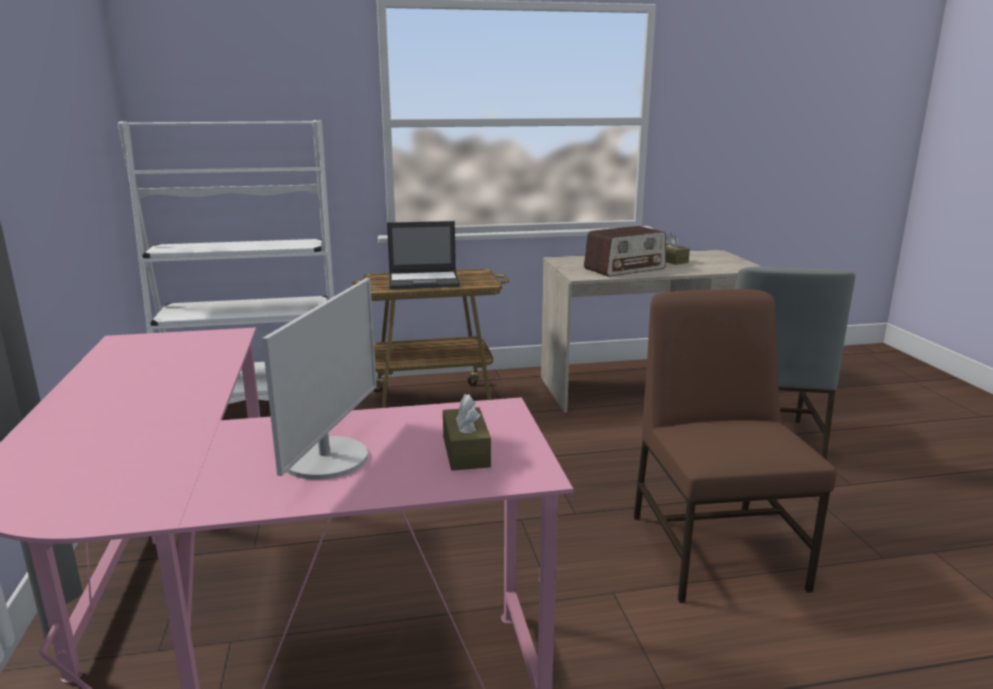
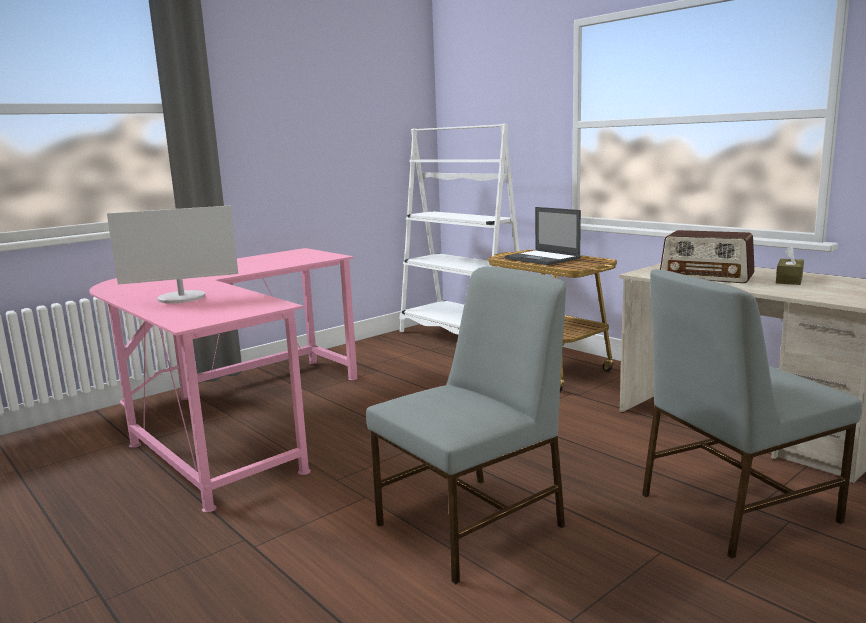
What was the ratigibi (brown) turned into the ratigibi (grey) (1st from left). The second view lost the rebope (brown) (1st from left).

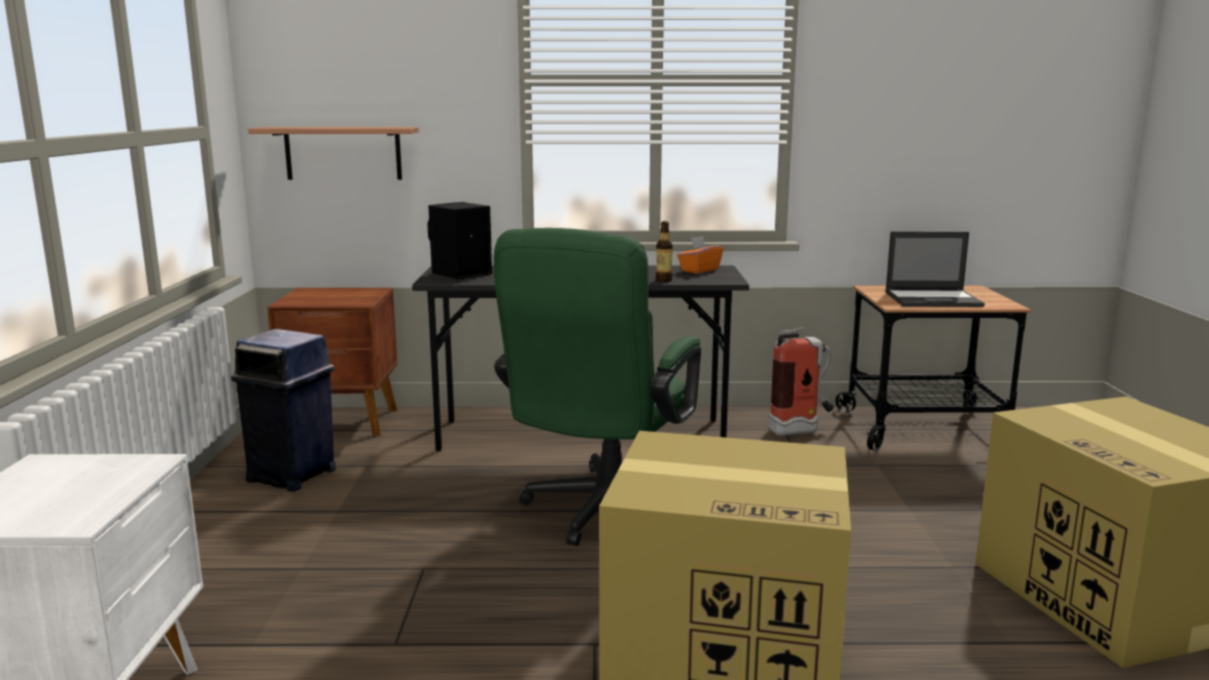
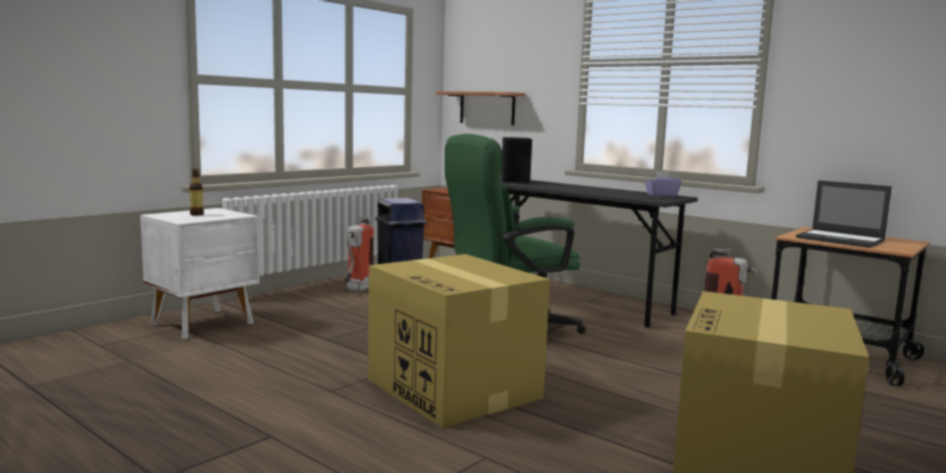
The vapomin ended up elsewhere. The second view gained the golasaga (1st from left). What was the rebope (orange) turned into the rebope (purple).

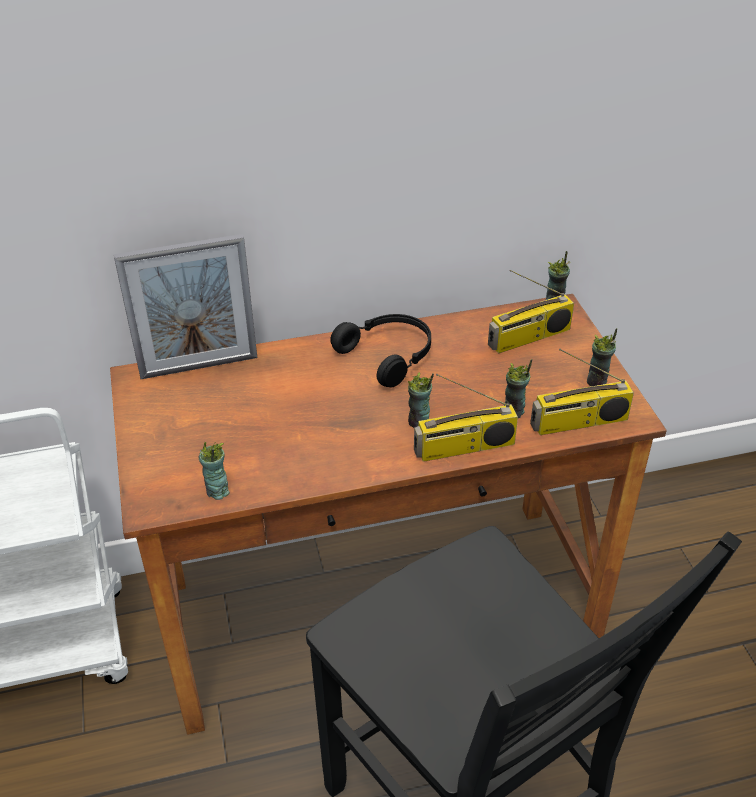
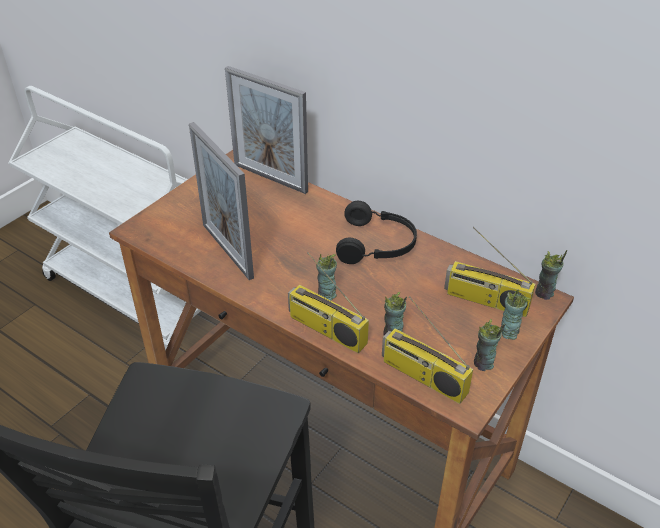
The second view gained the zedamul (1st from left). The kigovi (1st from left in the first image) ended up elsewhere.

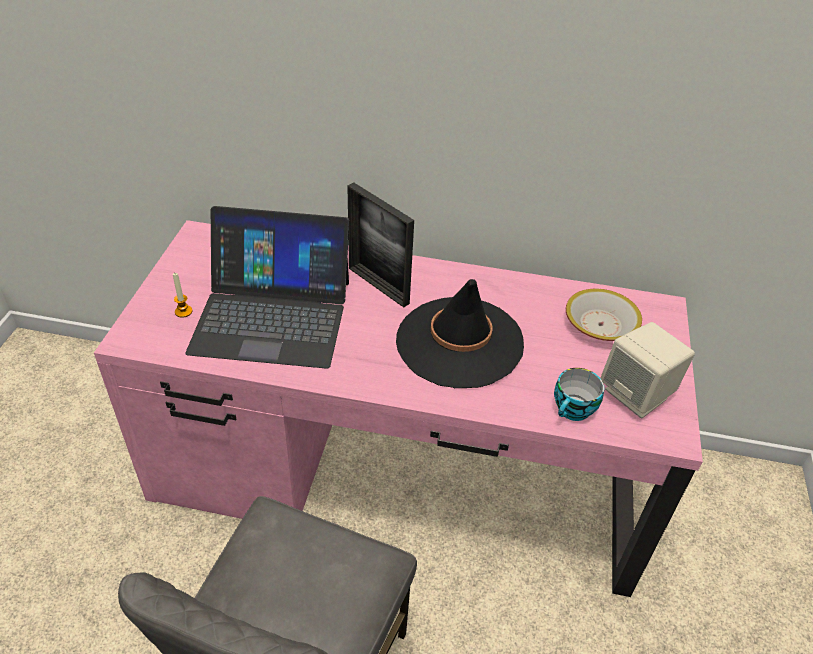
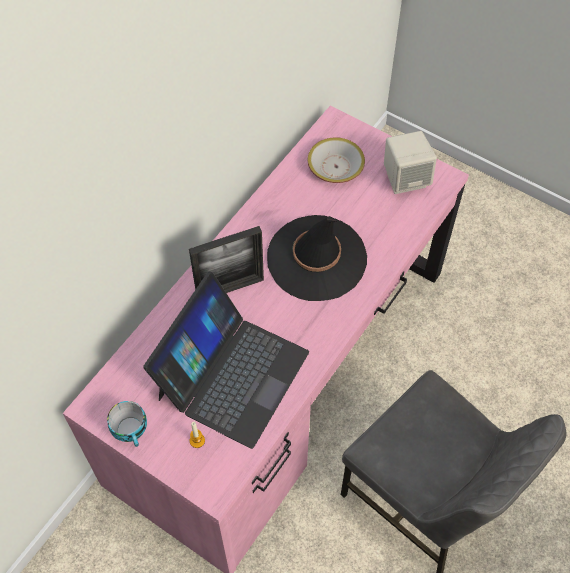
The kigovi ended up elsewhere.

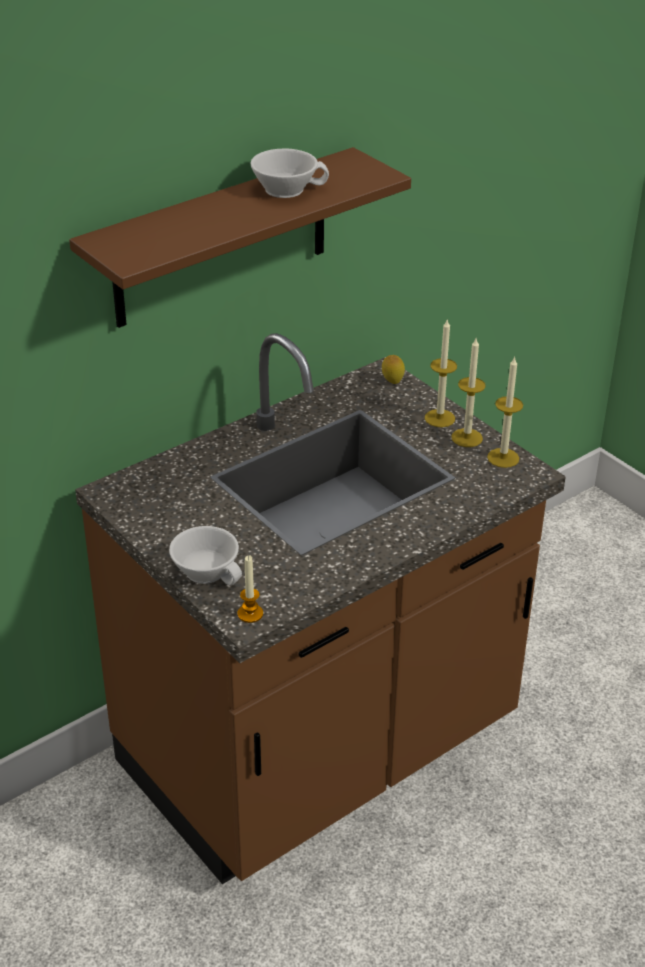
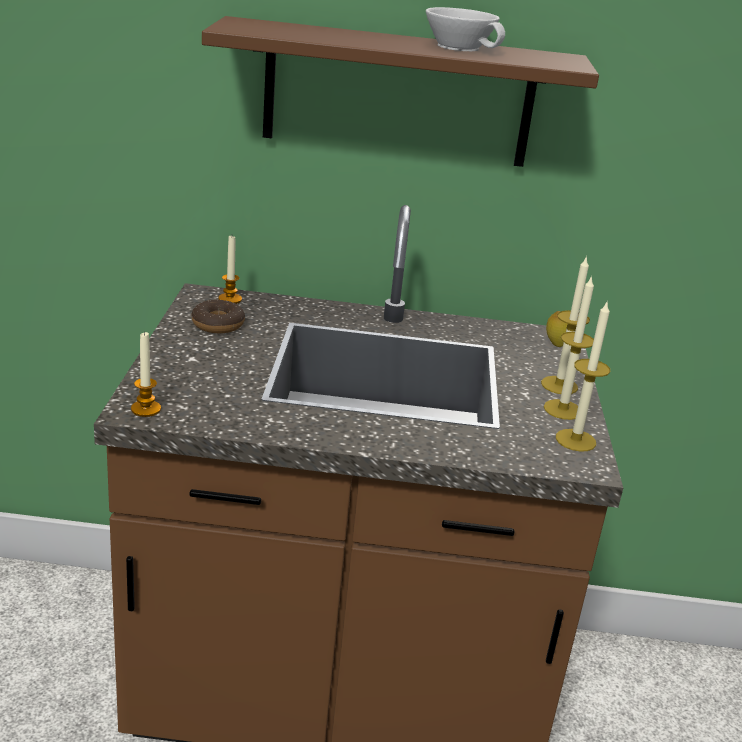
The second view gained the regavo. The second view gained the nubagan (2nd from left). The second view lost the kigovi (white) (1st from left).

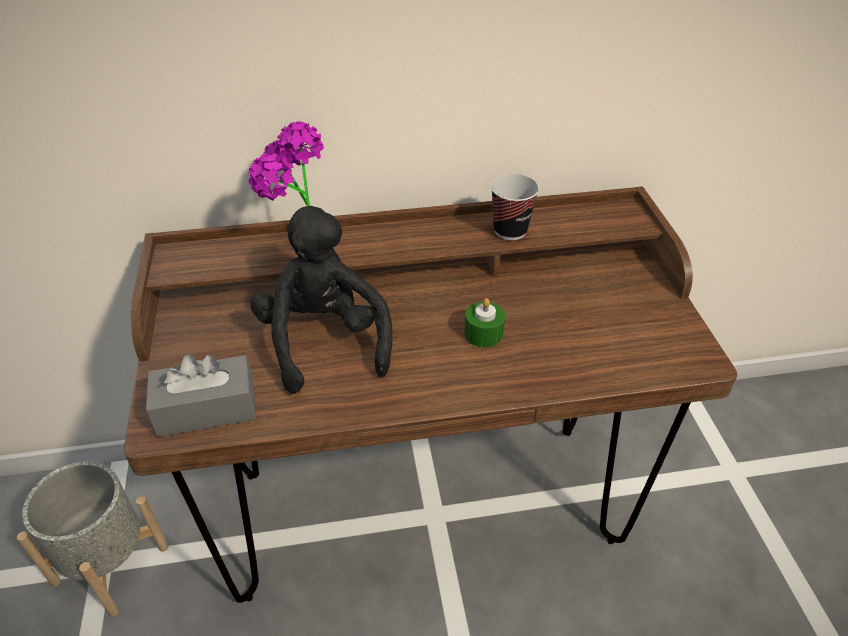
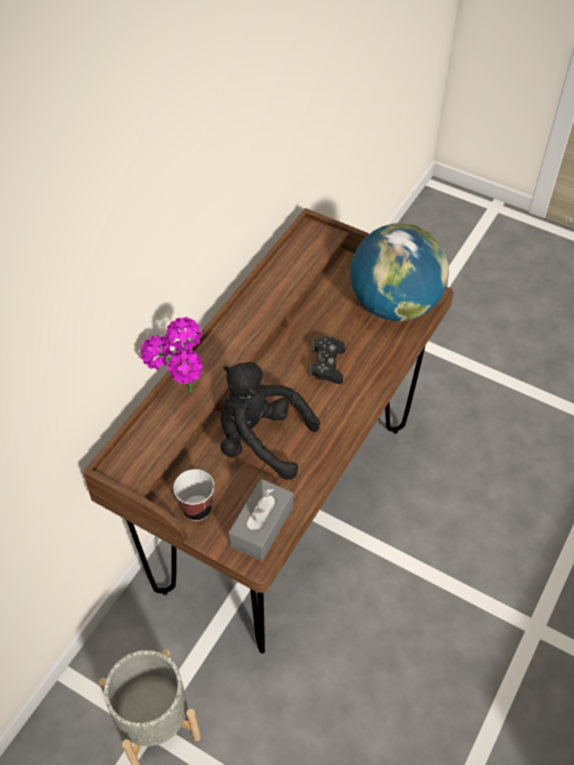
The kigovi ended up elsewhere. Where the nubagan (green) stood, the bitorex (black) came to stand. The second view gained the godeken.

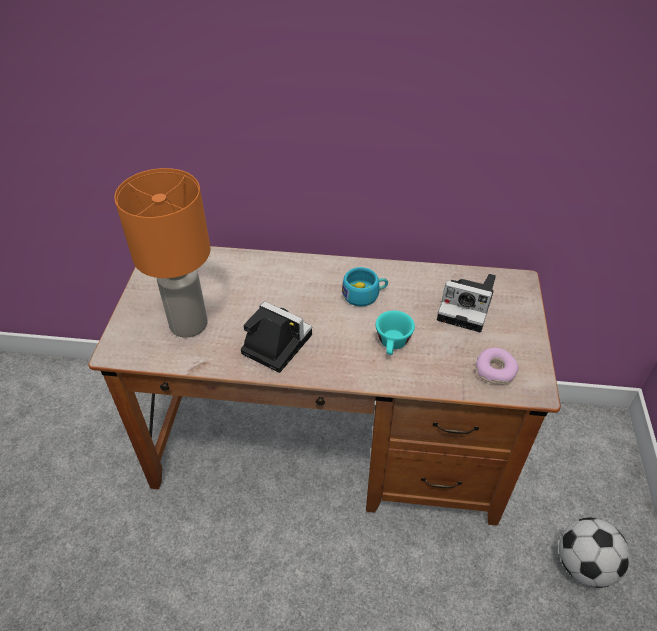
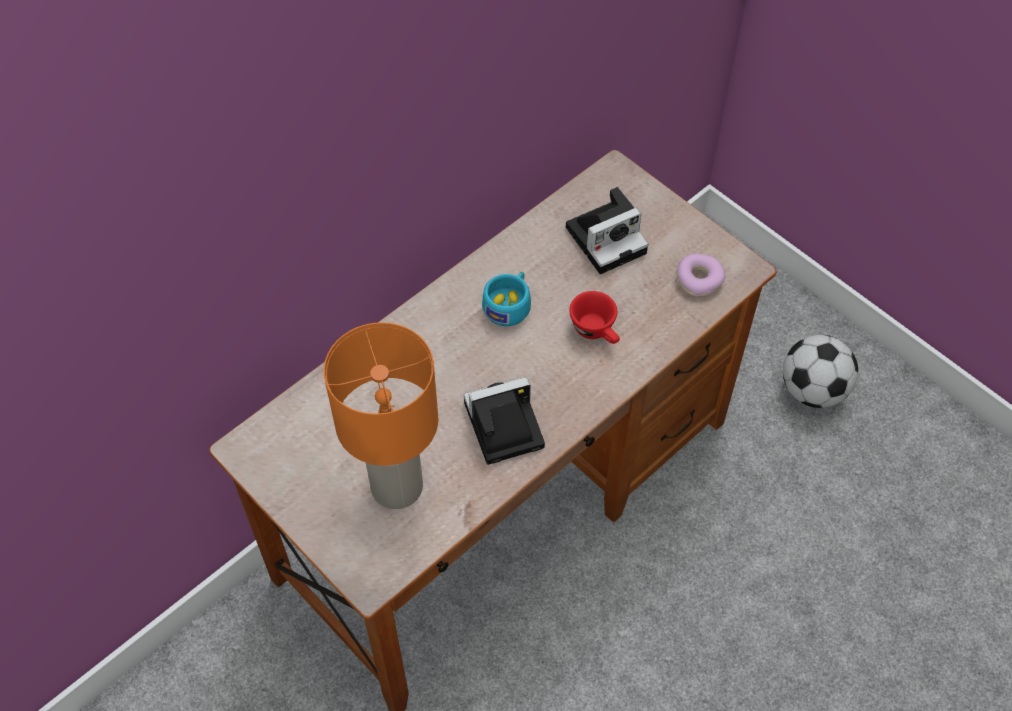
What was the kigovi (turquoise) (2nd from left) turned into the kigovi (red).

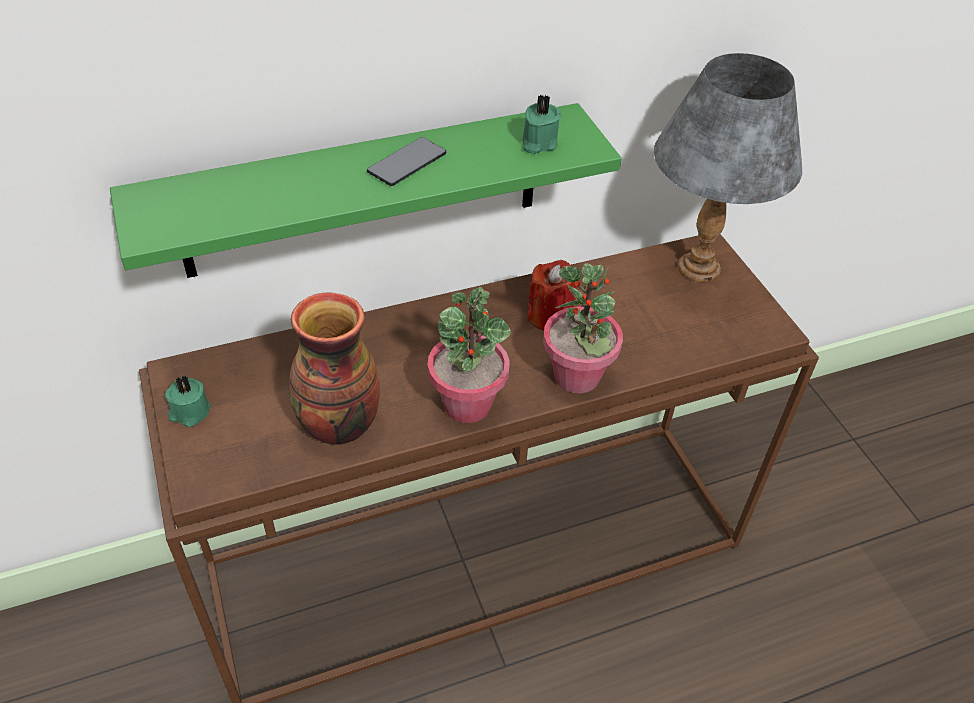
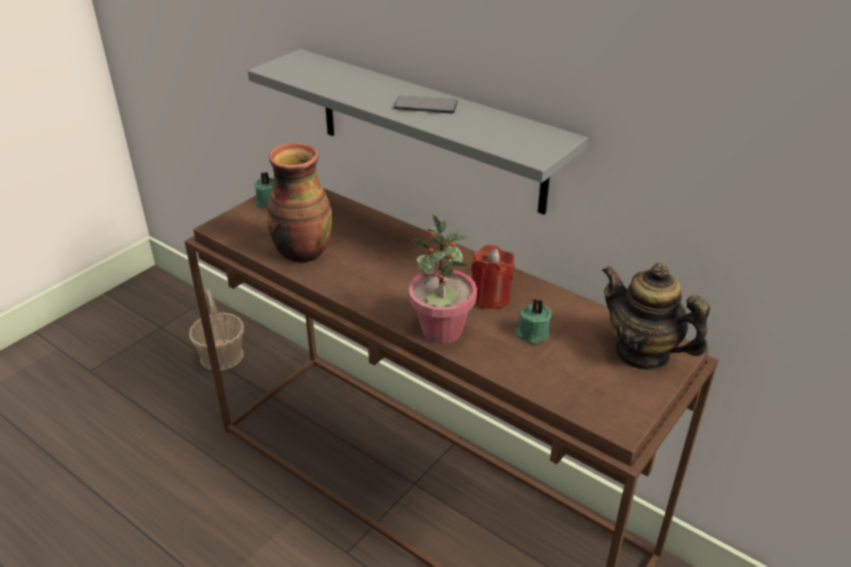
The second view gained the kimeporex. What was the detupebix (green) turned into the detupebix (grey). The nubagan (green) (2nd from left) ended up elsewhere. Where the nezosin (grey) stood, the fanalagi came to stand. The second view lost the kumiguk (1st from left).

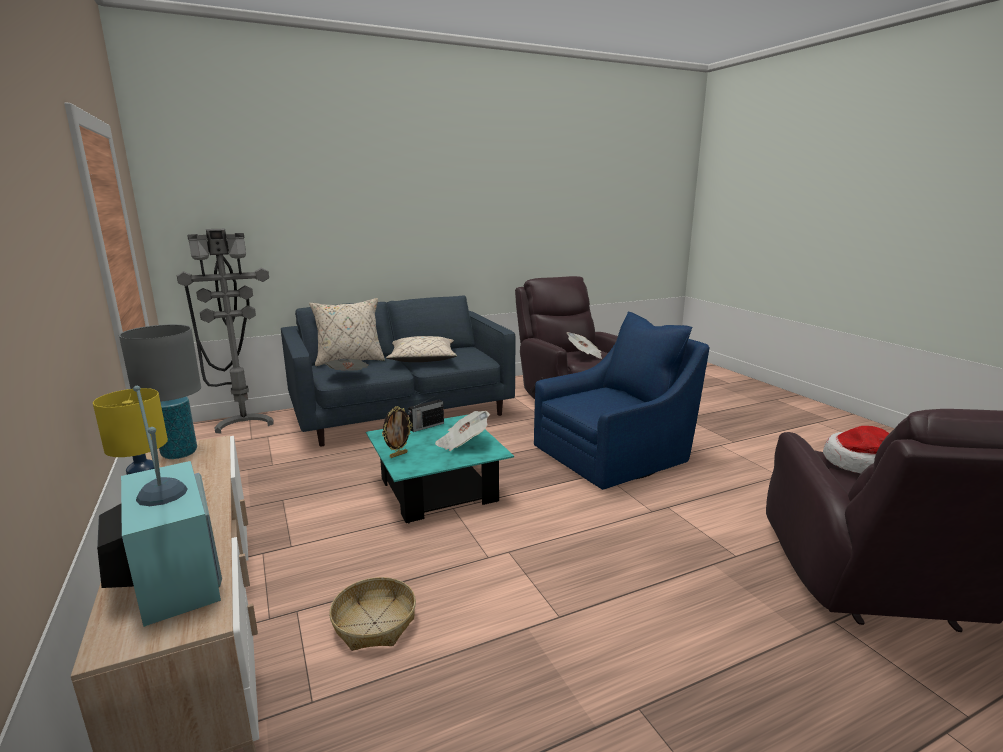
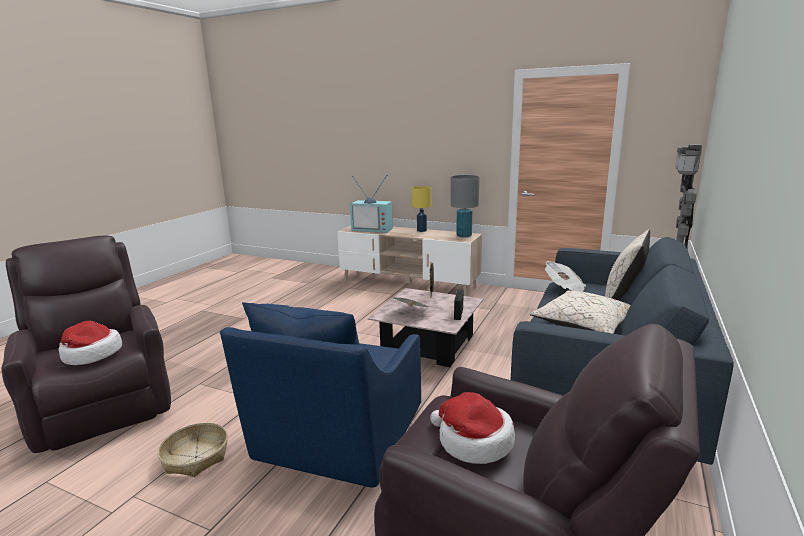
The kimeporex ended up elsewhere. What was the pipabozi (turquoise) turned into the pipabozi (pink). Where the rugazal (3rd from left) stood, the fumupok (2nd from left) came to stand.

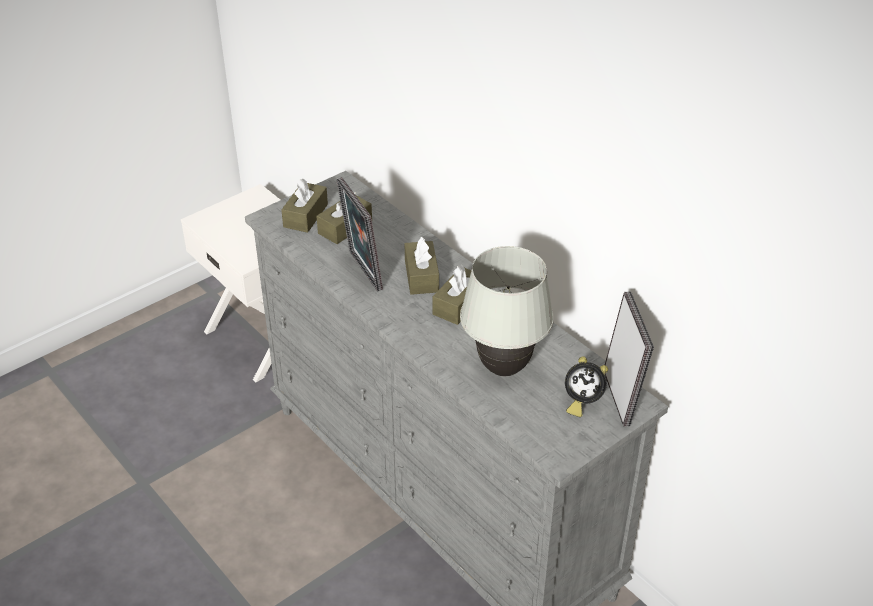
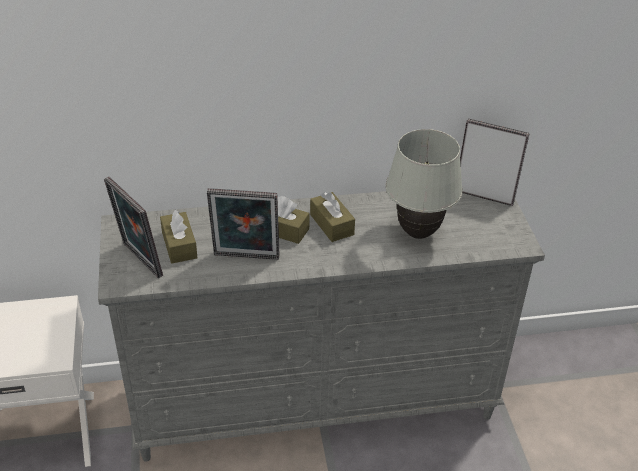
Where the rebope (brown) (1st from left) stood, the zedamul (1st from left) came to stand. The second view lost the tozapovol.

